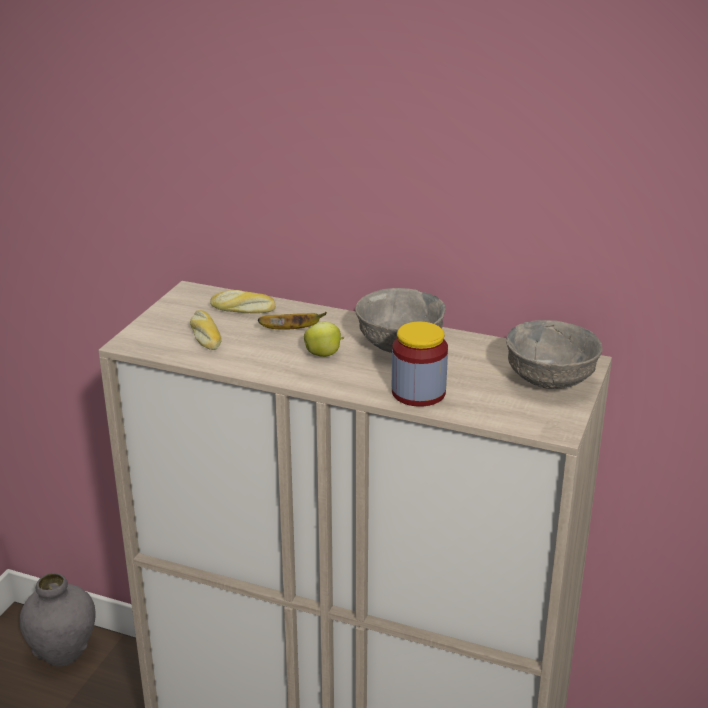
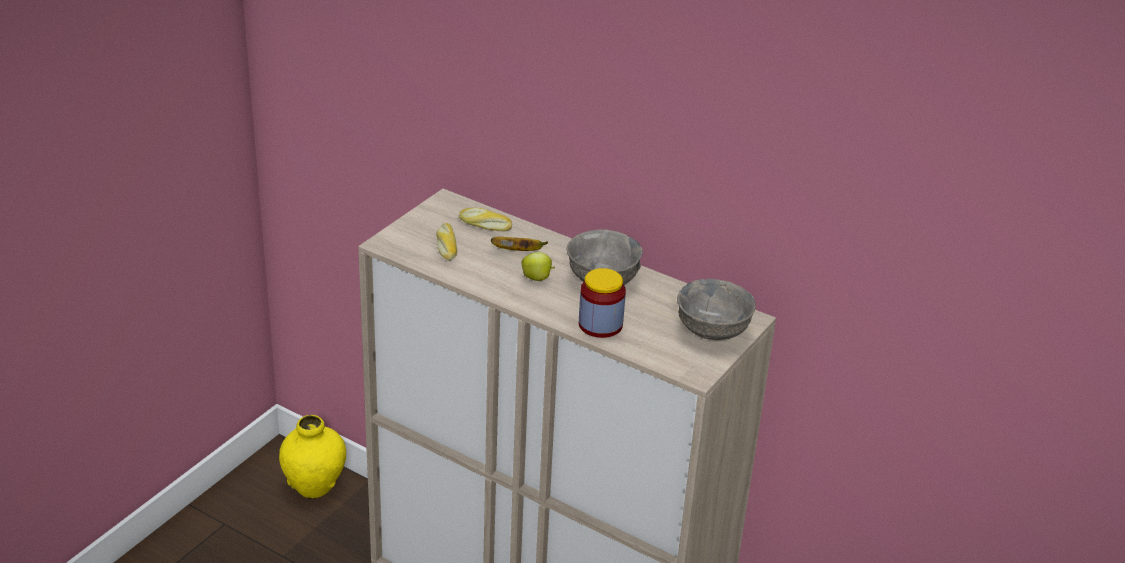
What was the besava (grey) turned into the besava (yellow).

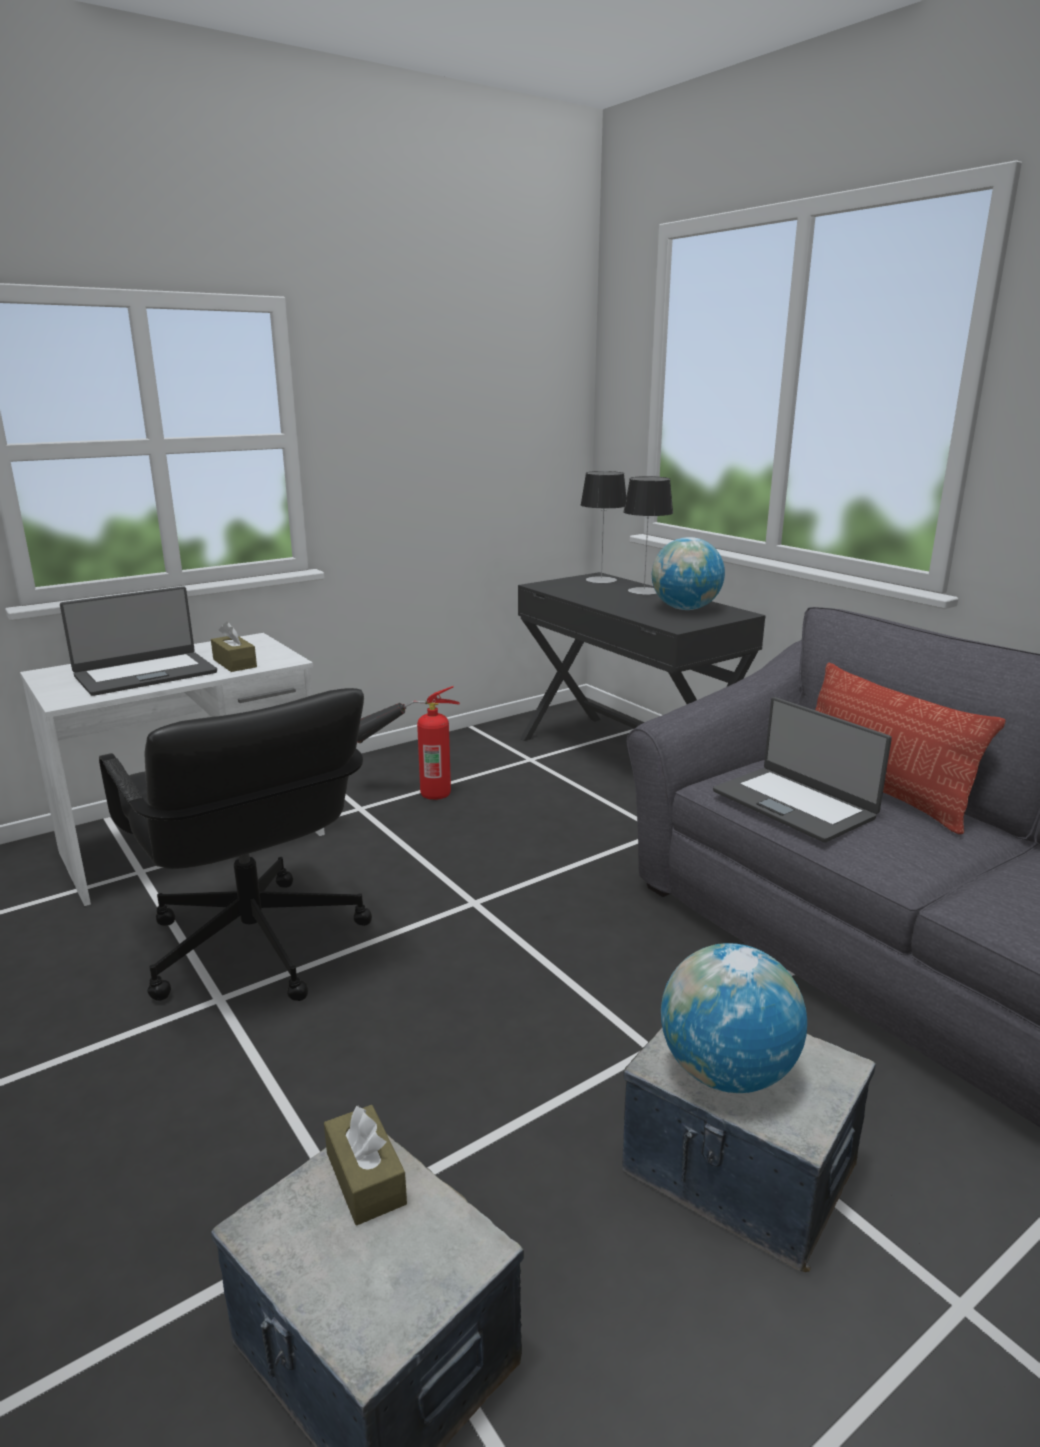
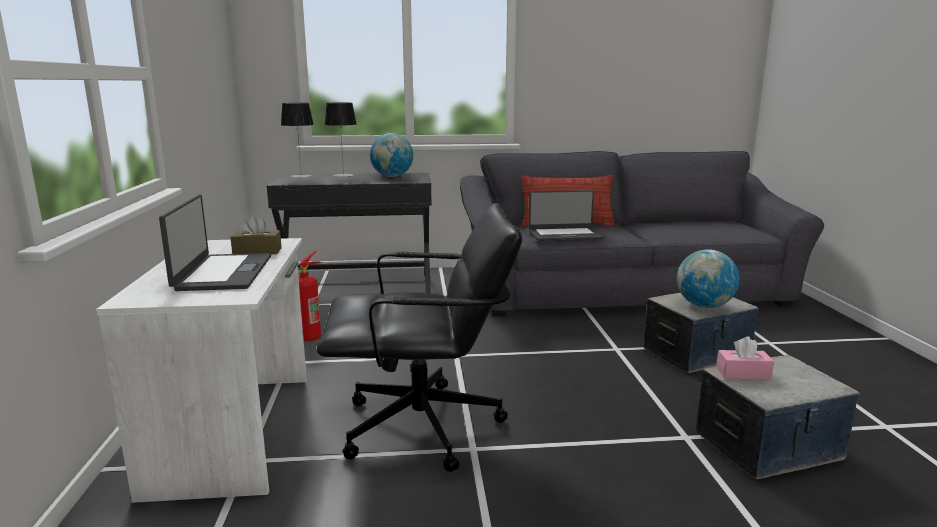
What was the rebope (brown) (2nd from left) turned into the rebope (pink).

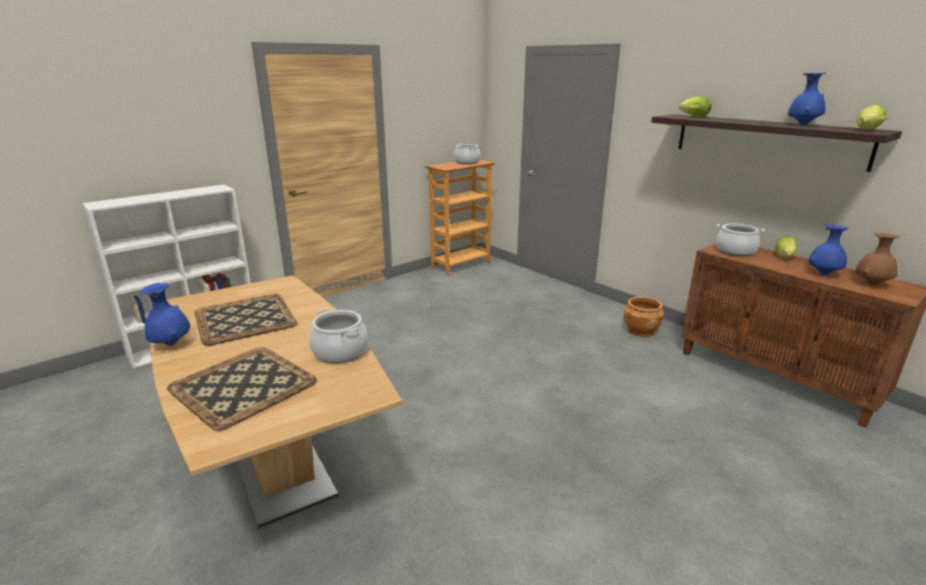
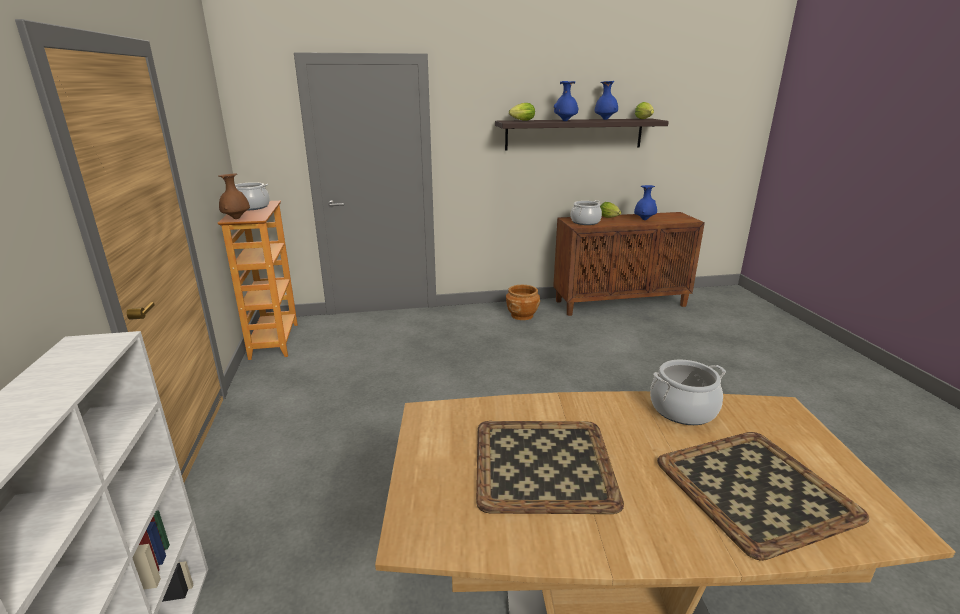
The besava (brown) ended up elsewhere. The besava (blue) (1st from left) ended up elsewhere.

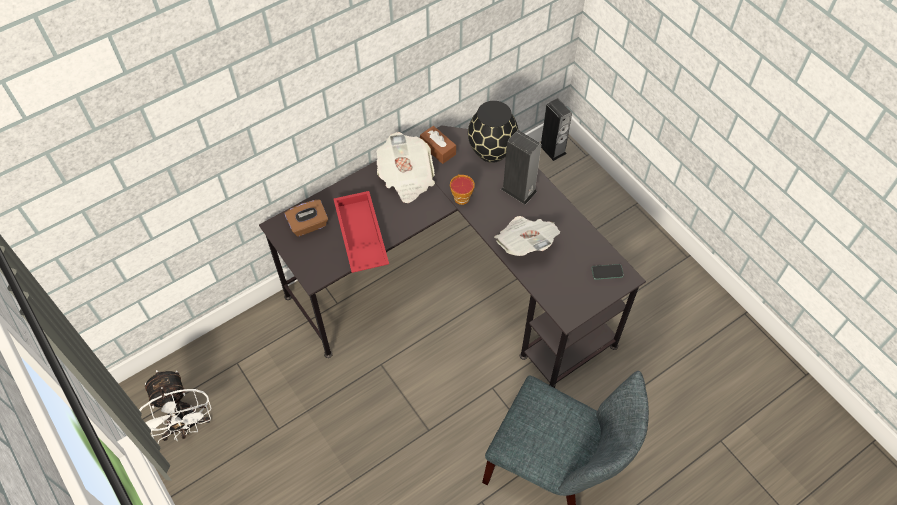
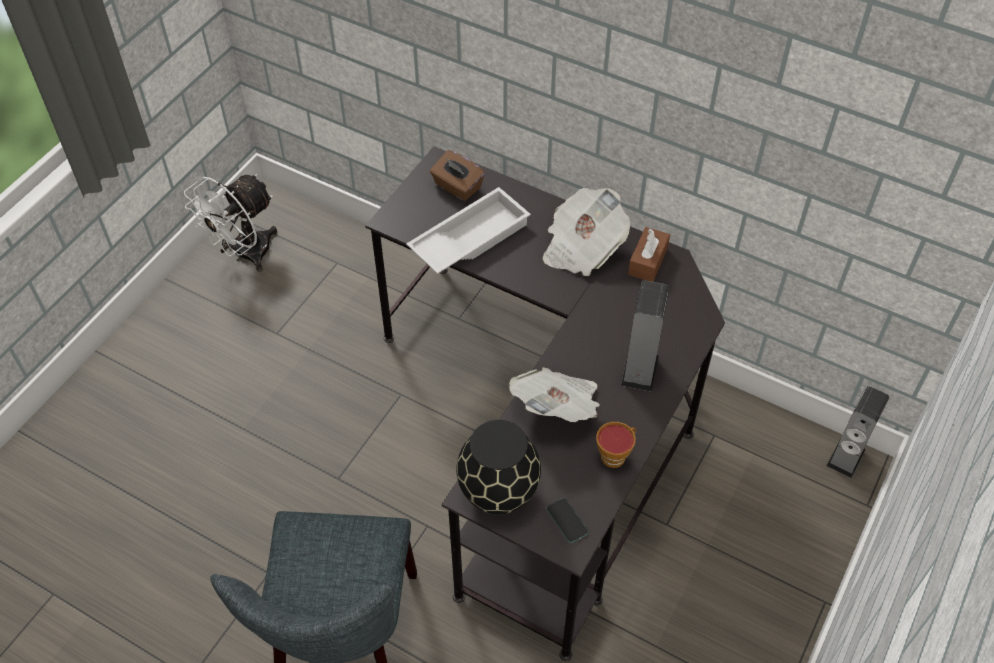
What was the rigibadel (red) turned into the rigibadel (white). The besava (black) ended up elsewhere. The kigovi ended up elsewhere.

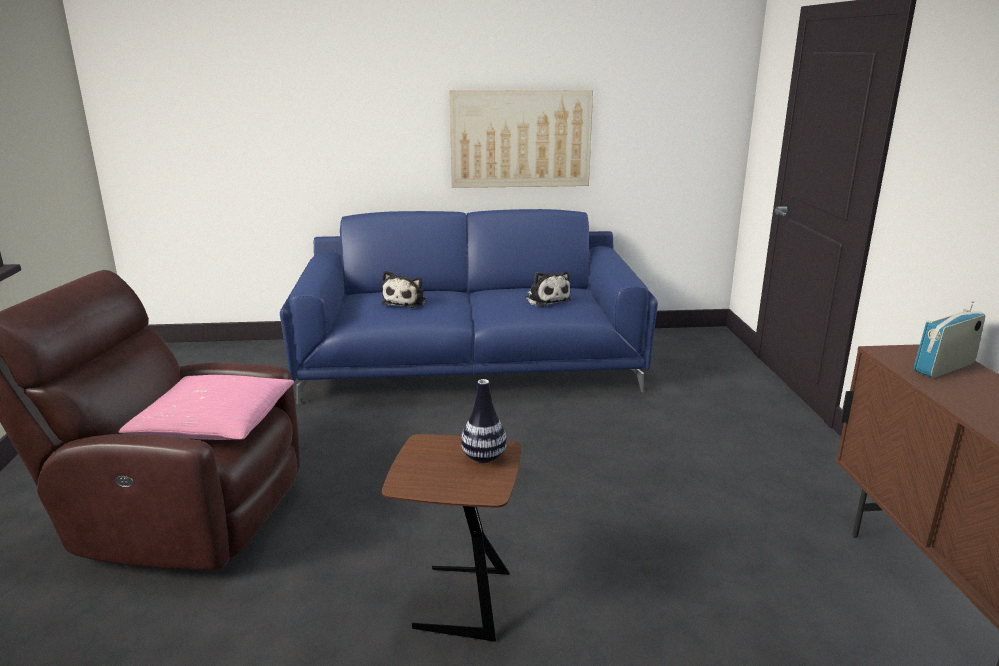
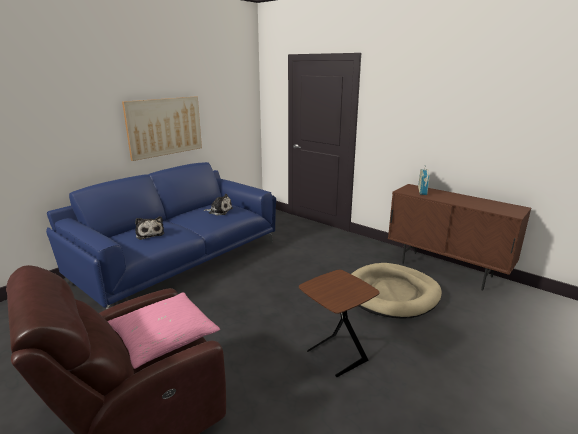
The second view gained the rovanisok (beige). The second view lost the besava.

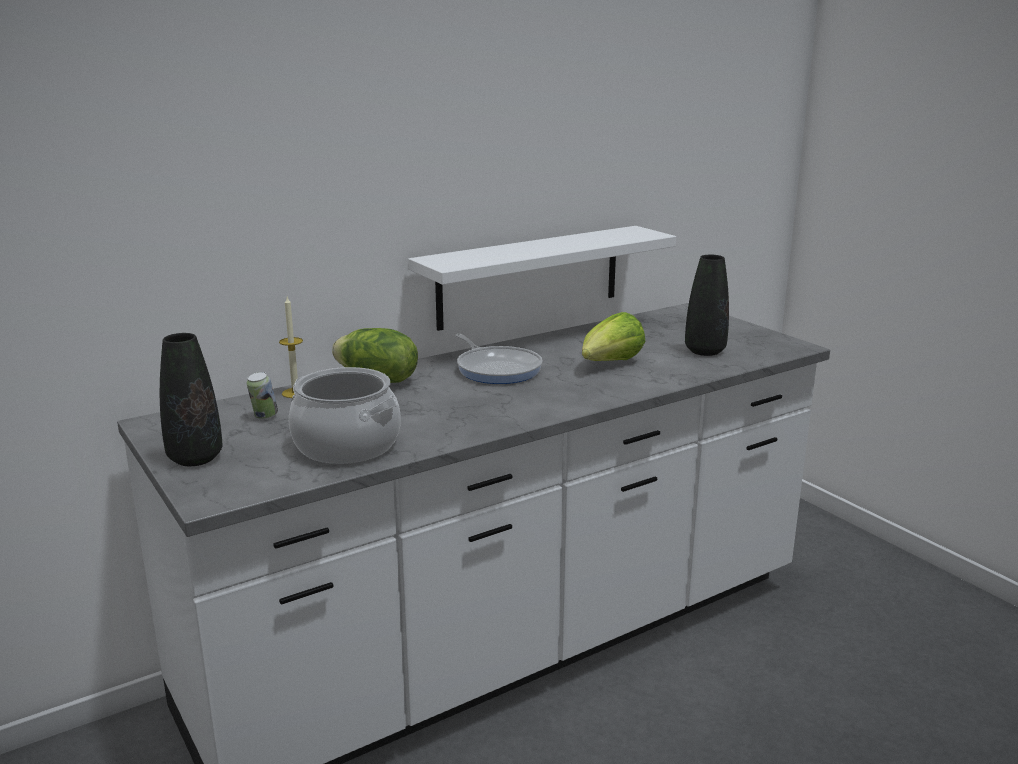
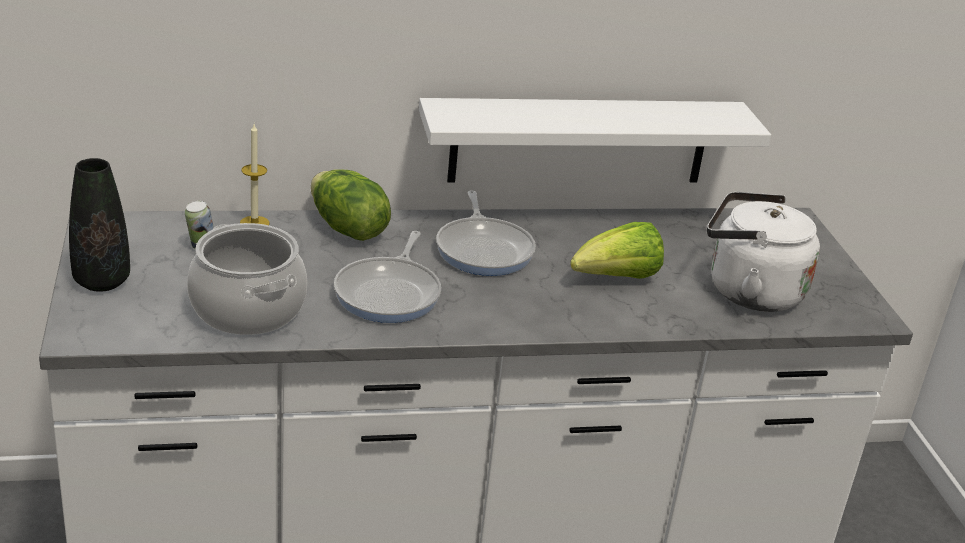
The second view gained the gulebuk (1st from left). Where the besava (black) (2nd from left) stood, the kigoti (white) came to stand.

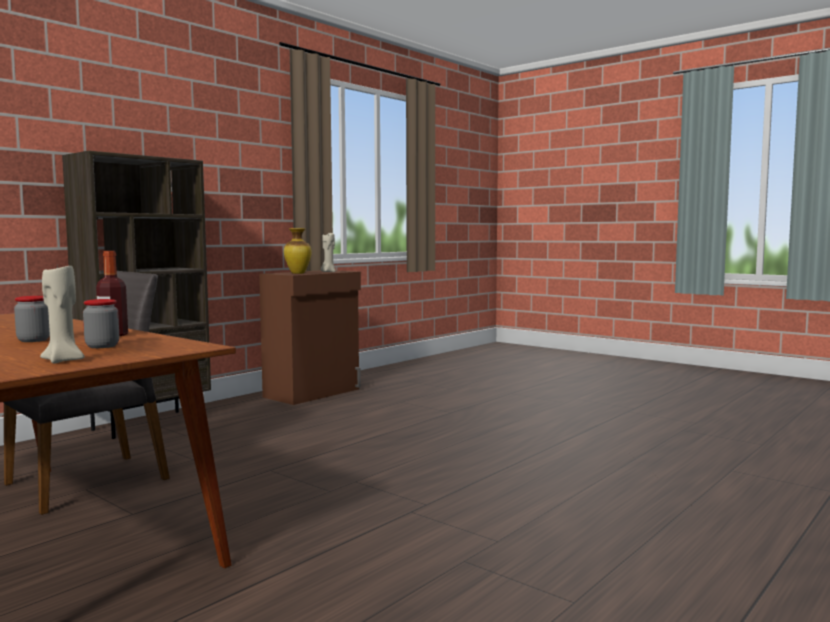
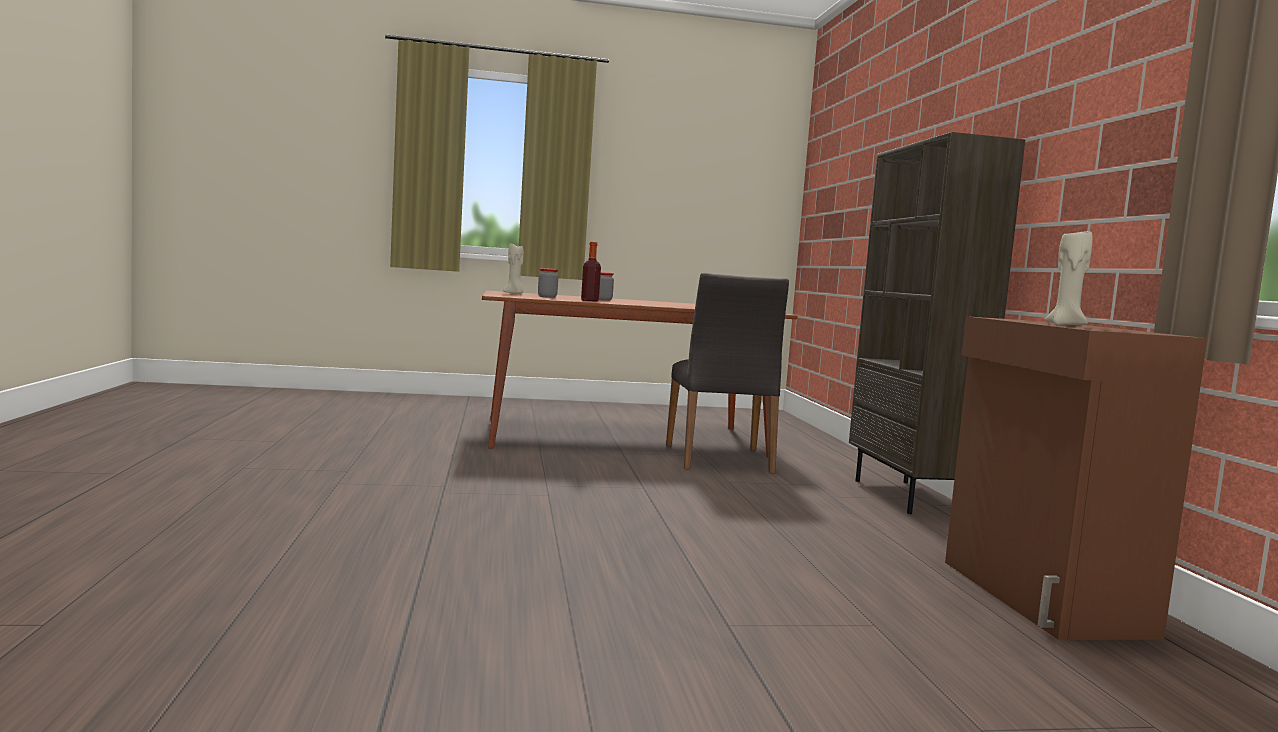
The second view lost the besava.

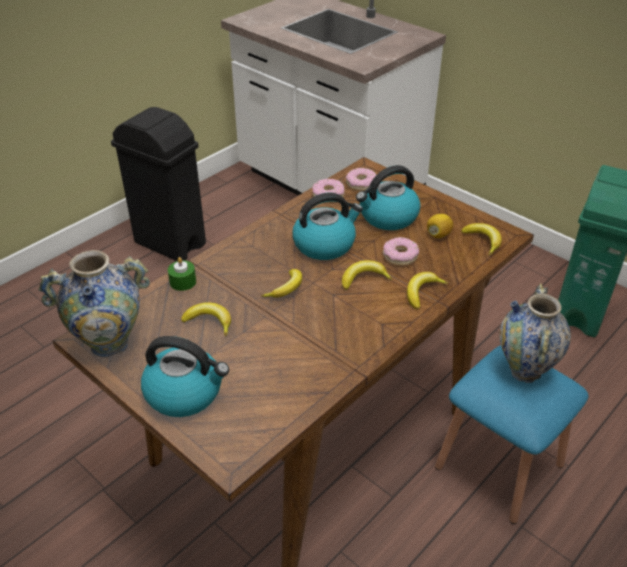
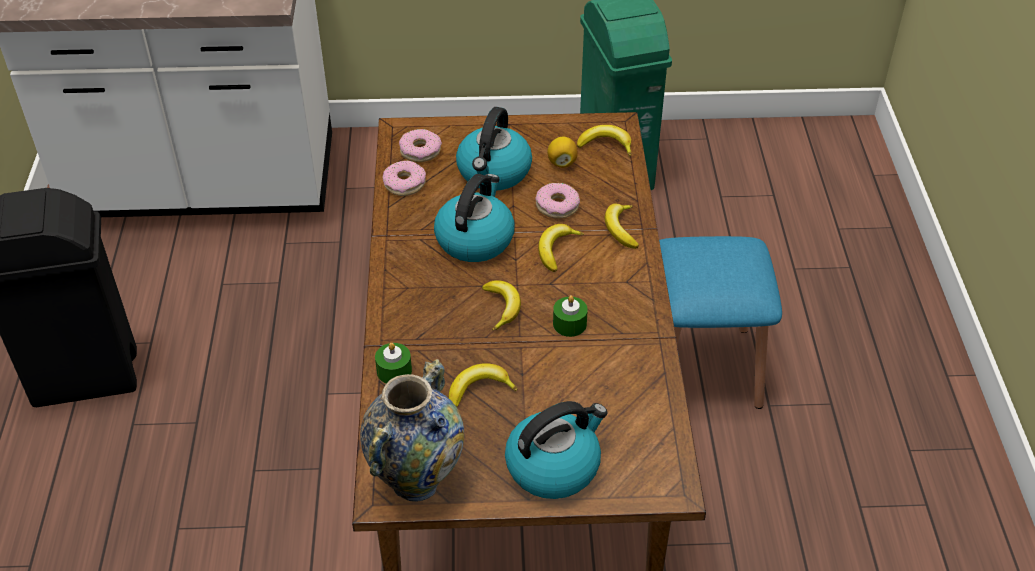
The second view gained the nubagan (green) (2nd from left). The second view lost the besava (2nd from left).

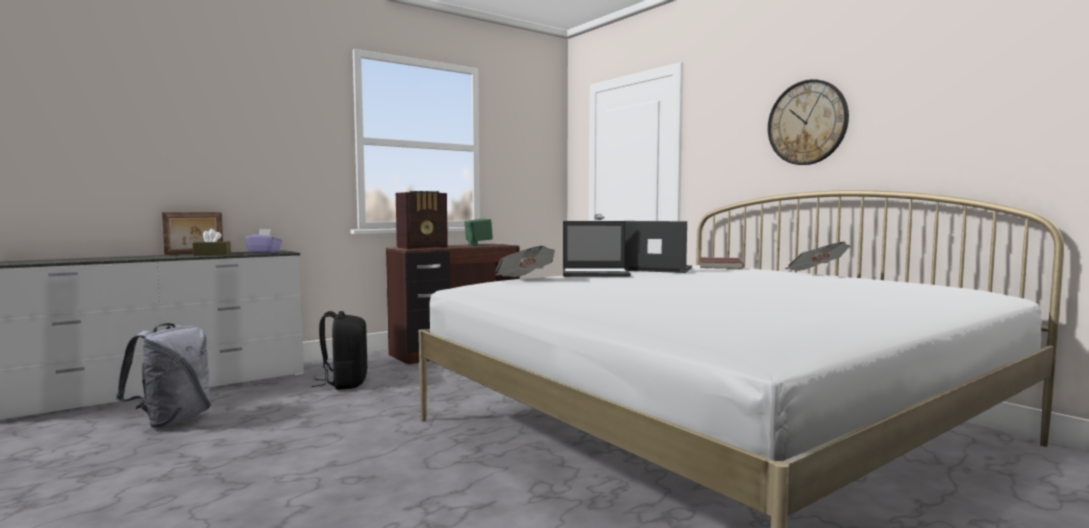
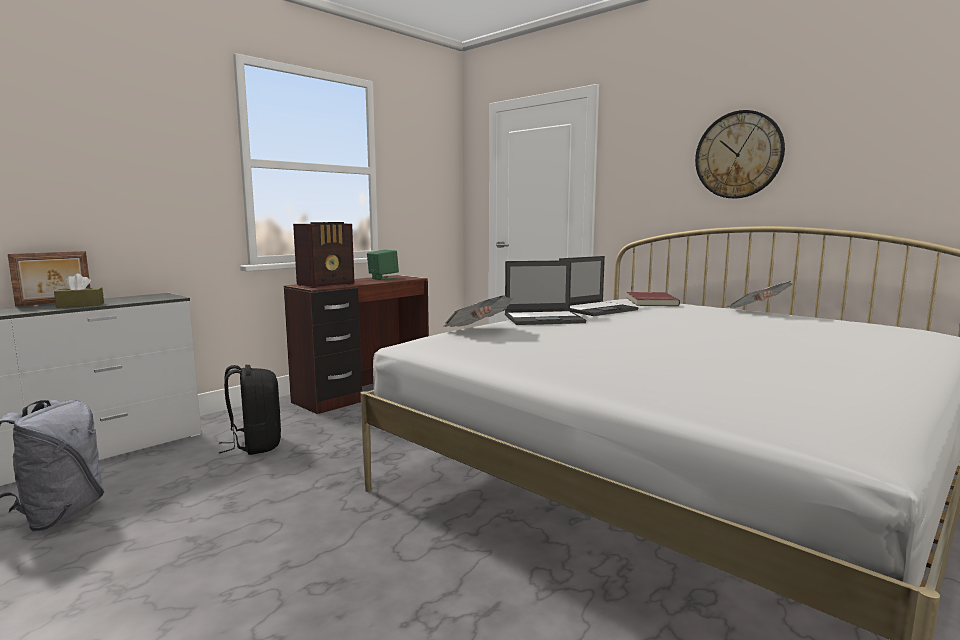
The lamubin (2nd from left) ended up facing another way, 135 degrees clockwise from before. The second view lost the rebope (purple).

